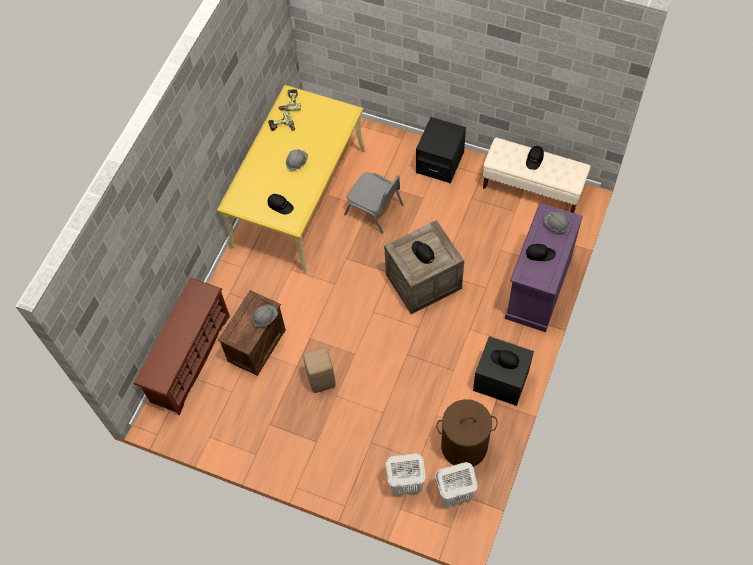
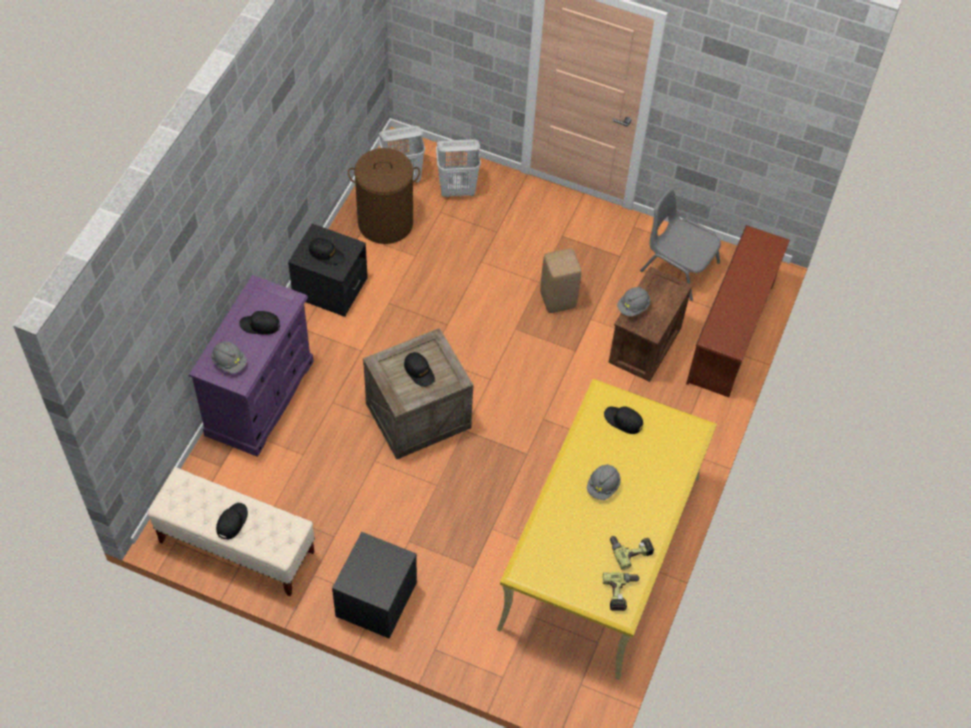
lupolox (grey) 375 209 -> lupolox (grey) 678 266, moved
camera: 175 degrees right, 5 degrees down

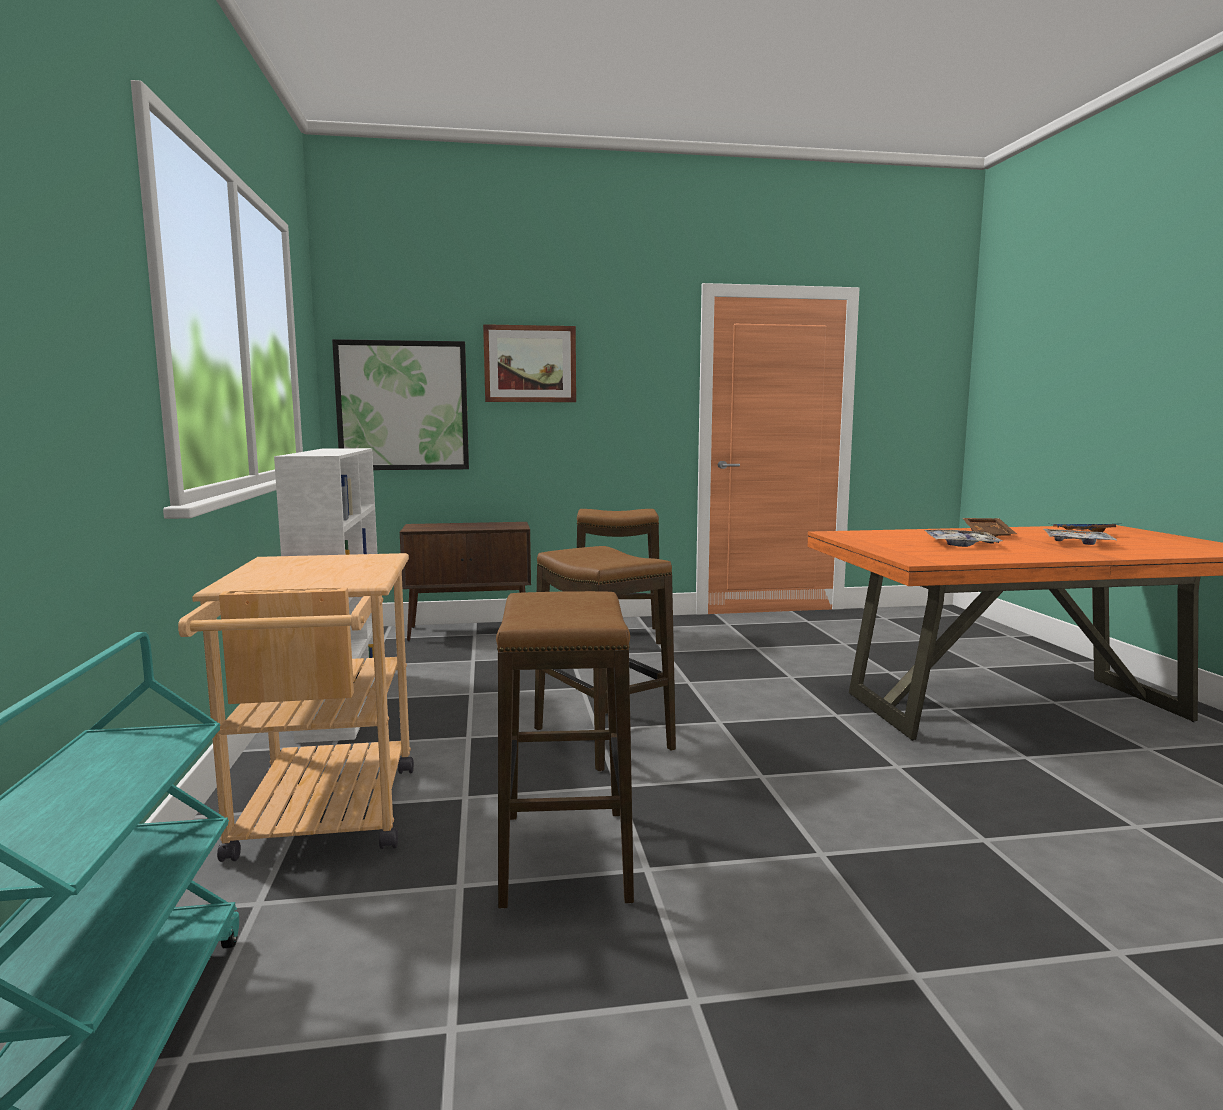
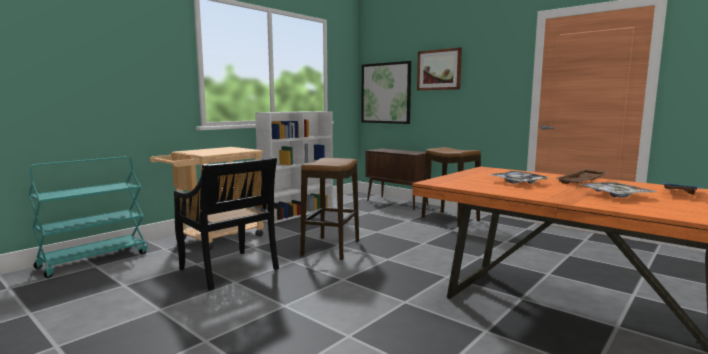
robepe 566 857 -> lupolox (black) 229 270
camera: 50 degrees right, 0 degrees up

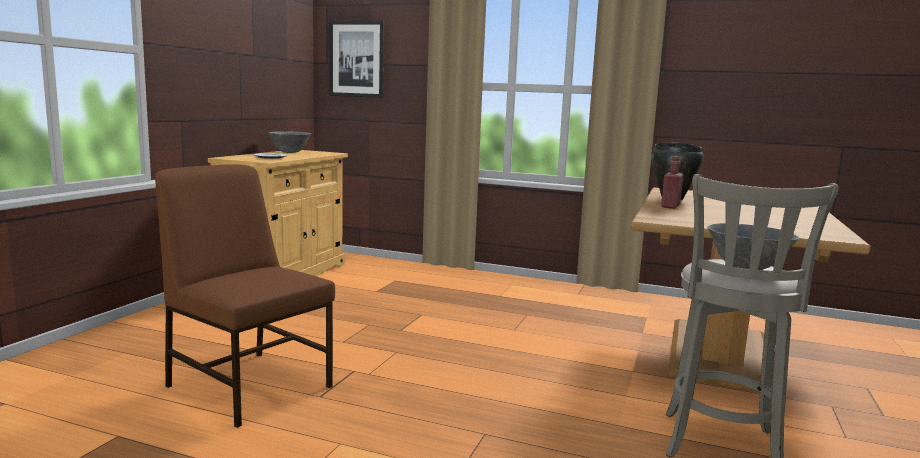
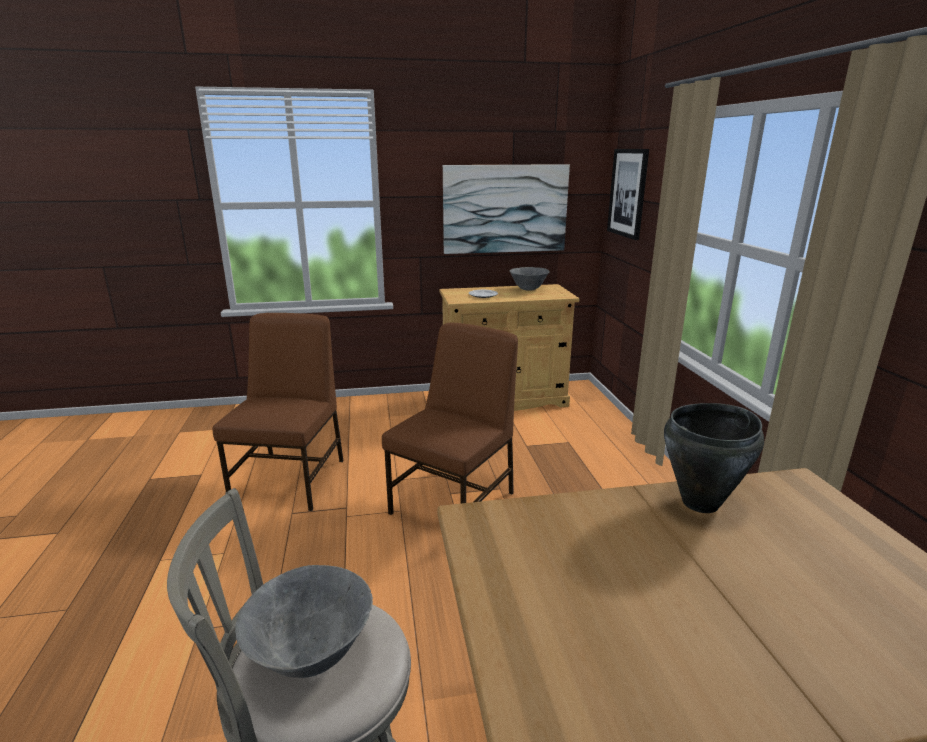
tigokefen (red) 670 206 -> none
none -> lupolox (brown) 455 502
none -> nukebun 505 209
camera: 60 degrees right, 10 degrees up

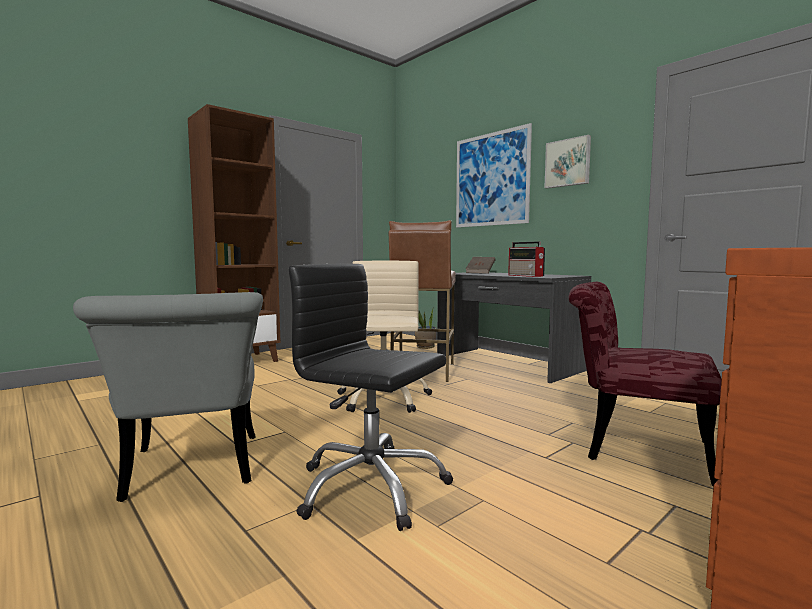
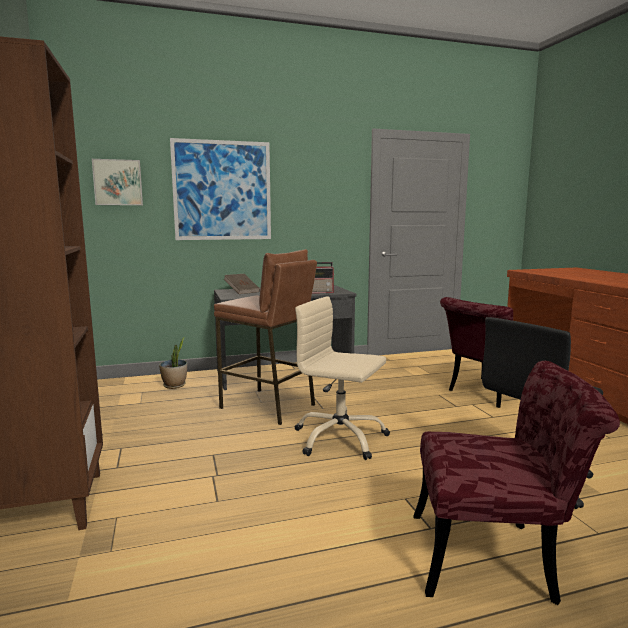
nukebun 568 163 -> nukebun 118 182, moved
lupolox (grey) 192 473 -> lupolox (red) 497 558
camera: 65 degrees left, 5 degrees up

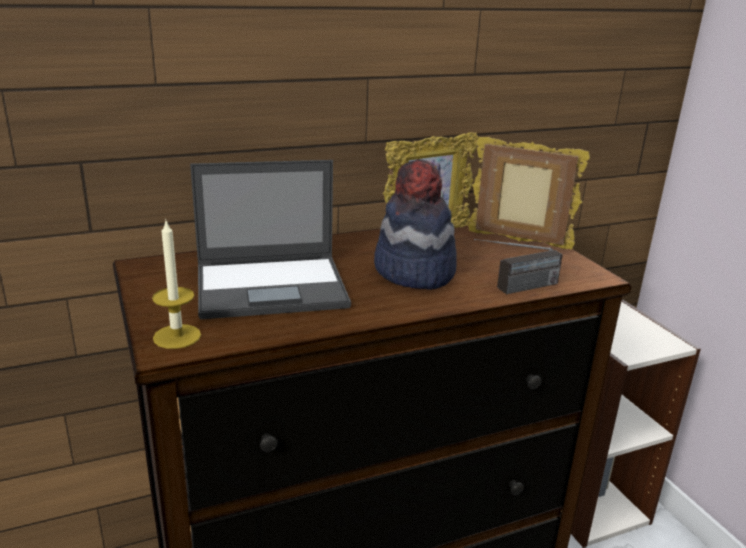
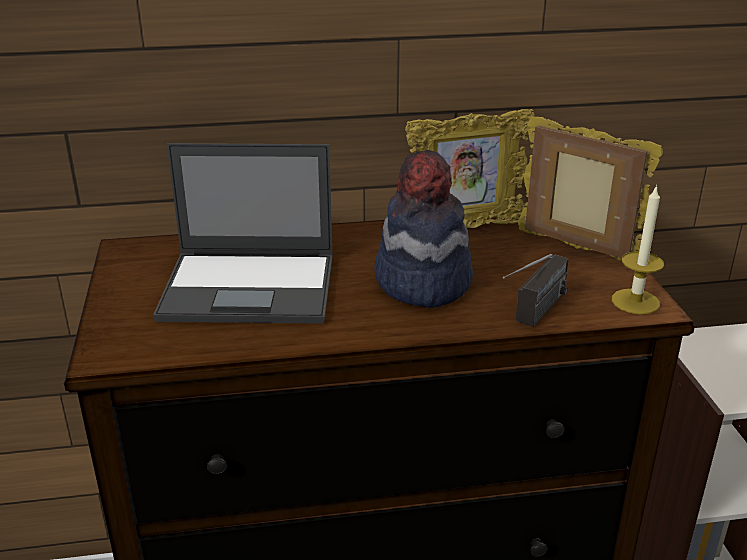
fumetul 177 336 -> fumetul 635 301, moved
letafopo 514 289 -> letafopo 533 316, 45 degrees counterclockwise
camera: 15 degrees right, 5 degrees up

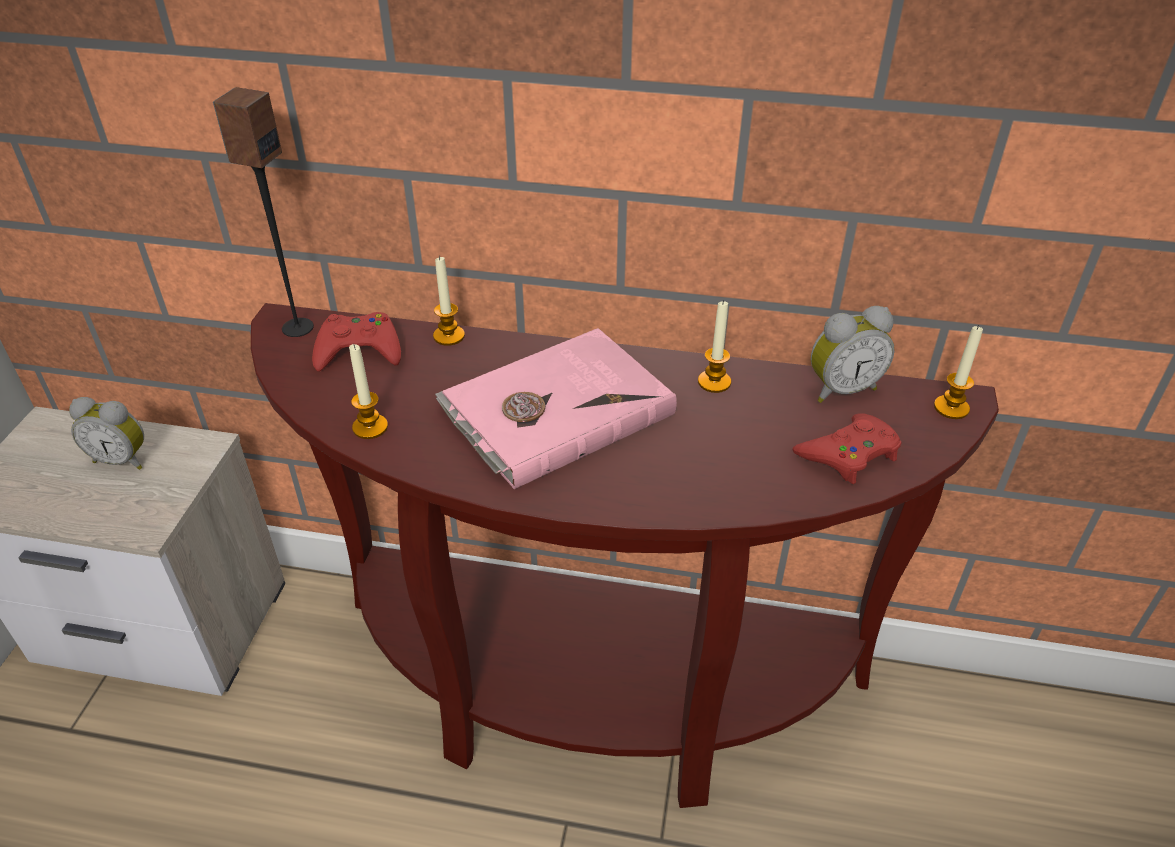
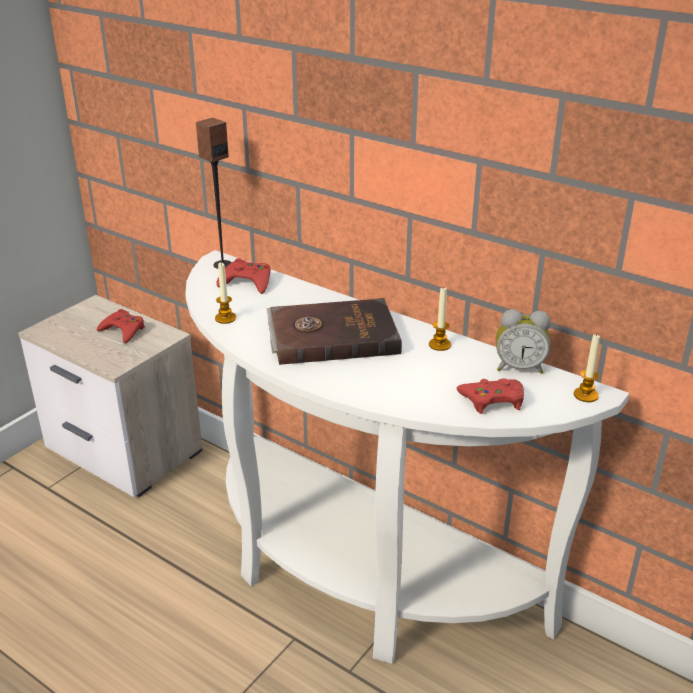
fumetul 449 336 -> none
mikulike 123 459 -> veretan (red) 123 330
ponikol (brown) 590 694 -> ponikol (white) 353 573
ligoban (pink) 555 411 -> ligoban (brown) 332 335
camera: 25 degrees right, 10 degrees down

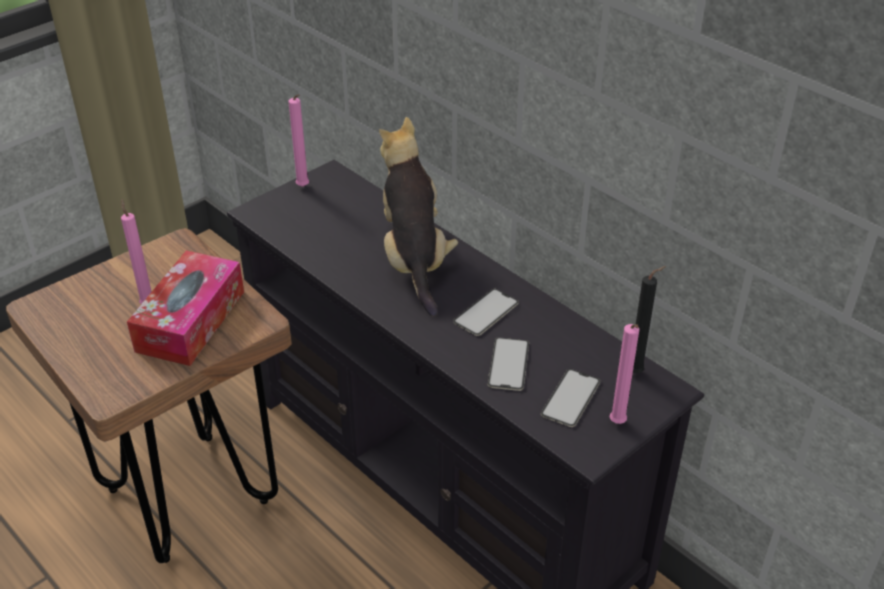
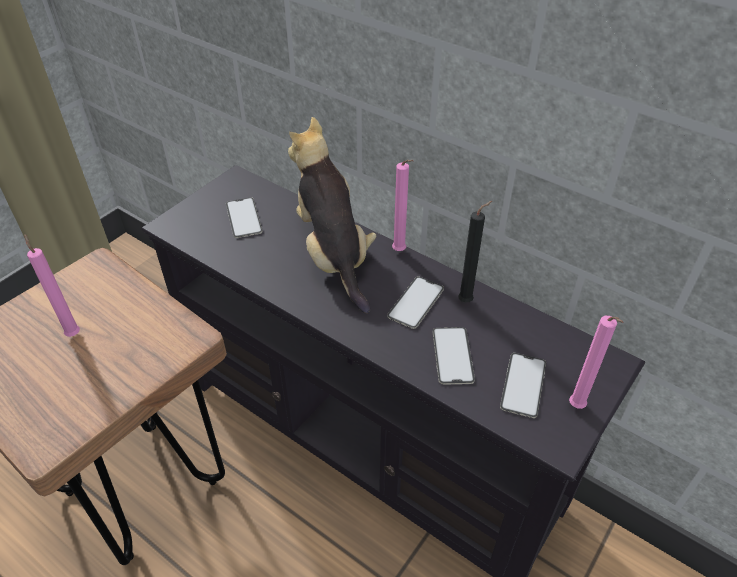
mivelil 191 321 -> none
none -> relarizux 244 218
fumetul (pink) 303 187 -> fumetul (pink) 400 252, moved
fumetul (black) 637 372 -> fumetul (black) 467 300, moved
camera: 10 degrees left, 5 degrees up

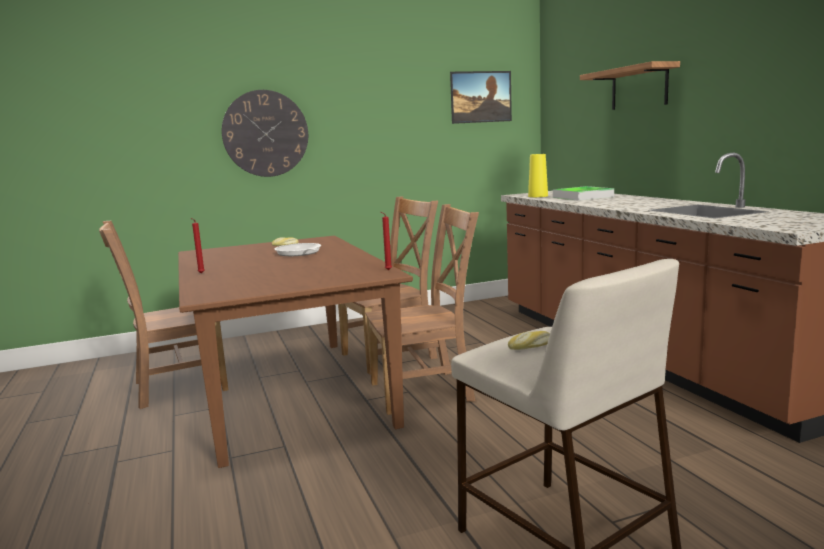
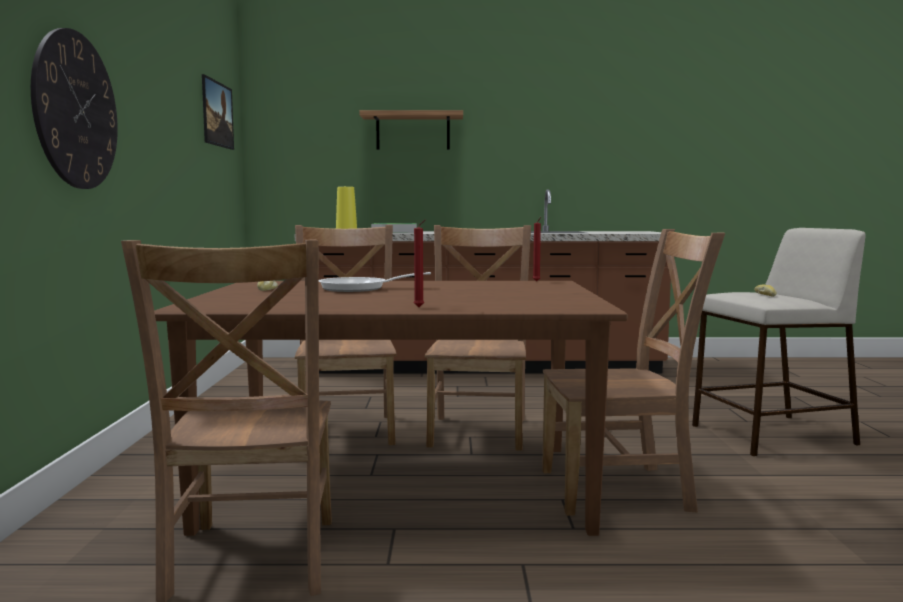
none -> lupolox (brown) 621 490
camera: 70 degrees left, 5 degrees down

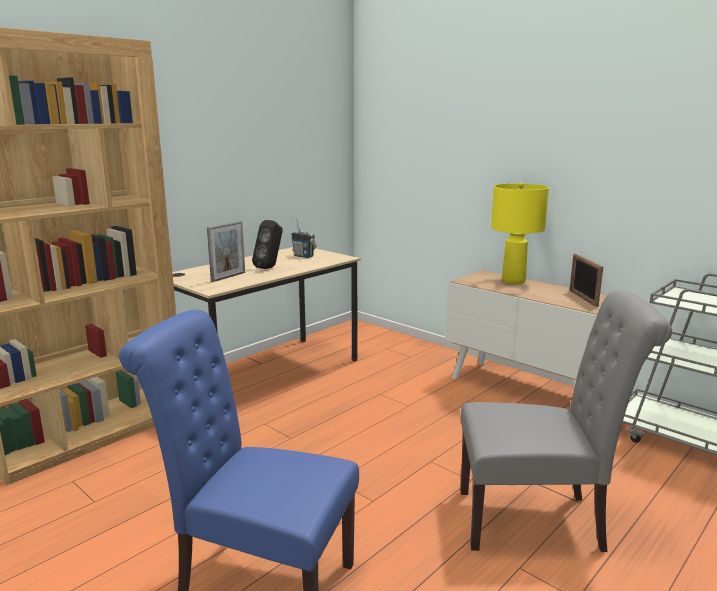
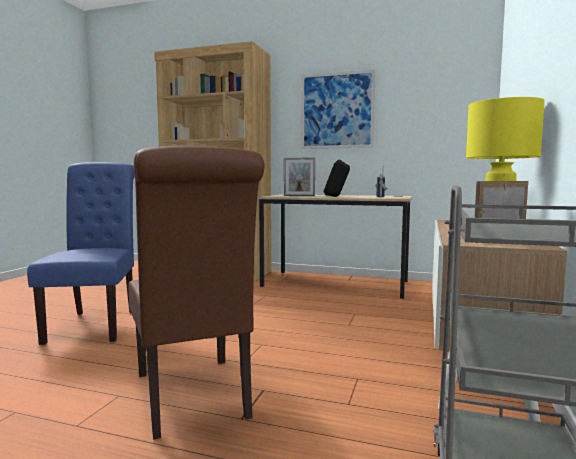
none -> nukebun 337 110
lupolox (grey) 539 521 -> lupolox (brown) 194 398
camera: 65 degrees right, 10 degrees down

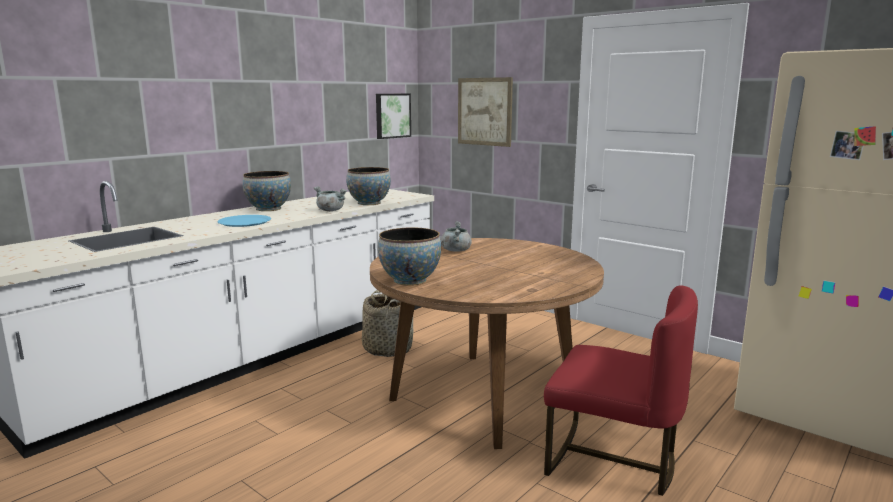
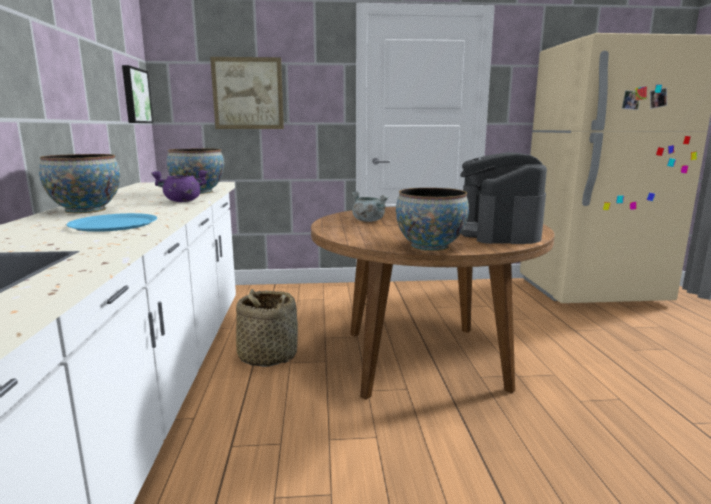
lupolox (red) 612 460 -> none
none -> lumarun 497 232
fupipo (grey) 330 210 -> fupipo (purple) 182 201
camera: 45 degrees left, 0 degrees up

